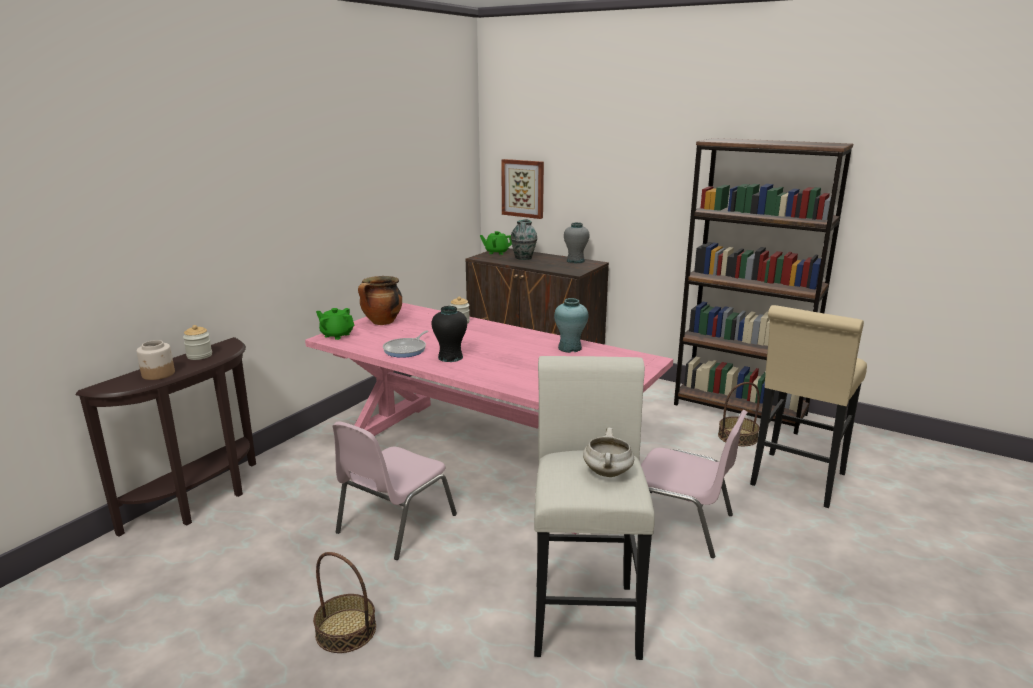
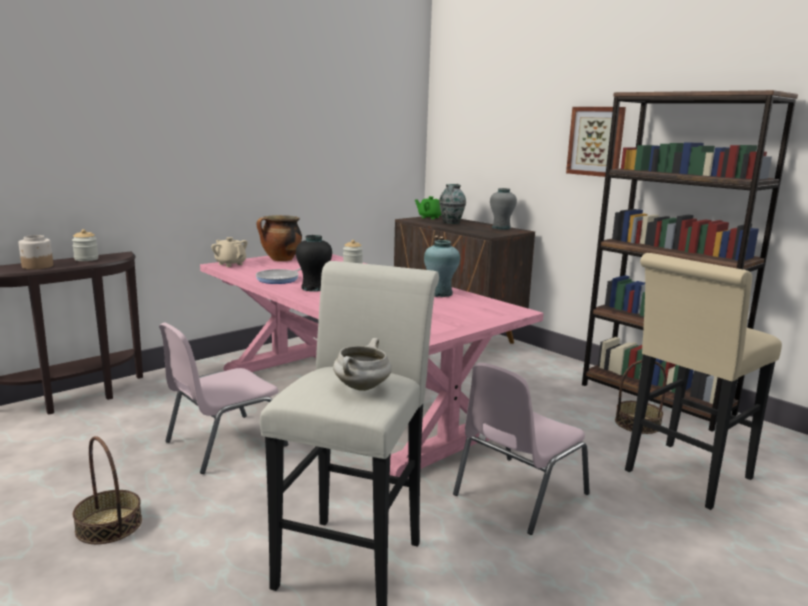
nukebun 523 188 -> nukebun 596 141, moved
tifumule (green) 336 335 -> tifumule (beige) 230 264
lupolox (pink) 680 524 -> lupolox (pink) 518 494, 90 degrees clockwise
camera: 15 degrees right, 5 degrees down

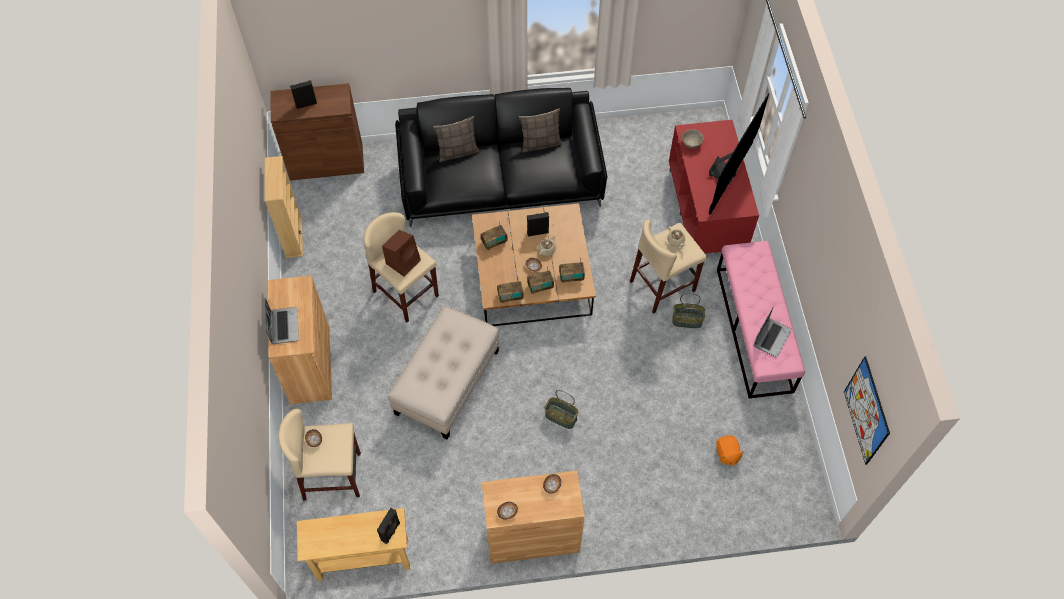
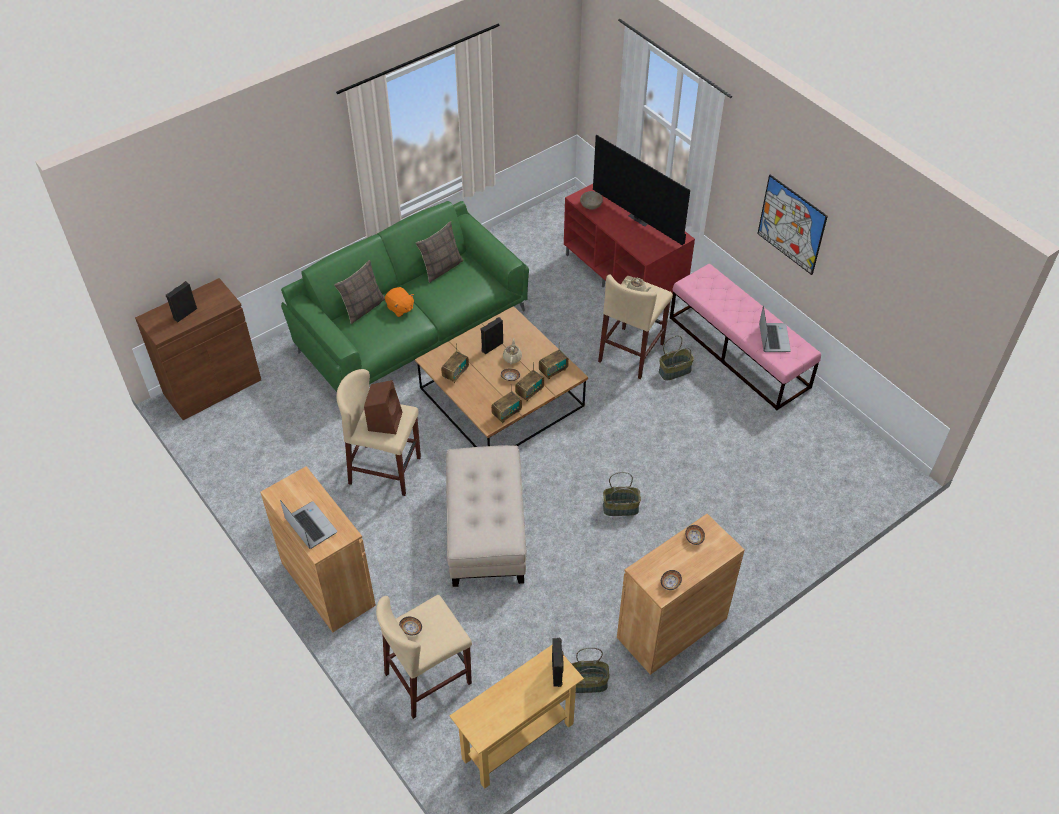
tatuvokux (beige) 293 236 -> none
none -> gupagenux 587 683
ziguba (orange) 727 454 -> ziguba (orange) 400 308, moved
nukebun 866 411 -> nukebun 791 224, moved
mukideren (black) 501 180 -> mukideren (green) 411 328
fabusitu 727 174 -> fabusitu 641 218, 135 degrees clockwise
camera: 30 degrees left, 10 degrees down

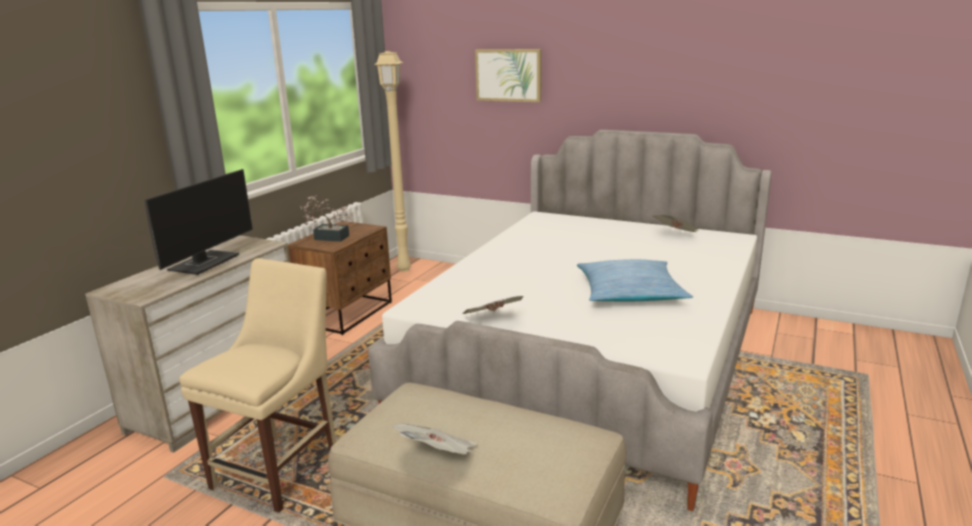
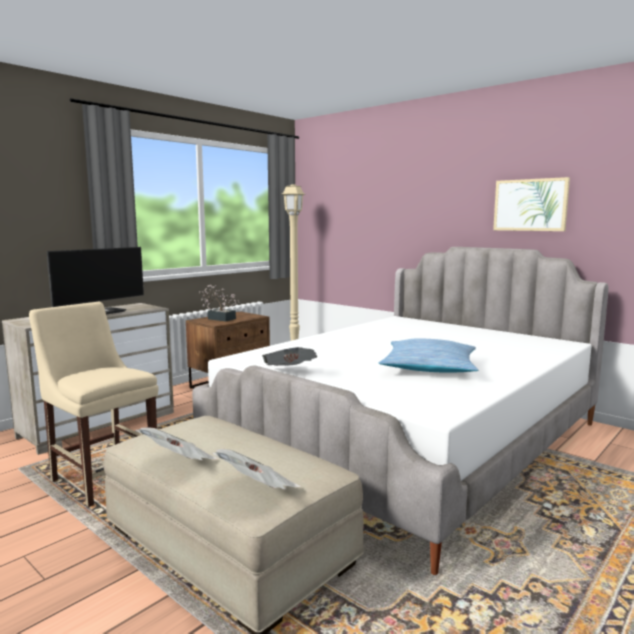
nukebun 508 75 -> nukebun 530 205, moved
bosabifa 676 236 -> bosabifa 257 490, moved
lupolox (beige) 281 468 -> lupolox (beige) 102 477, 90 degrees counterclockwise
camera: 15 degrees right, 10 degrees down

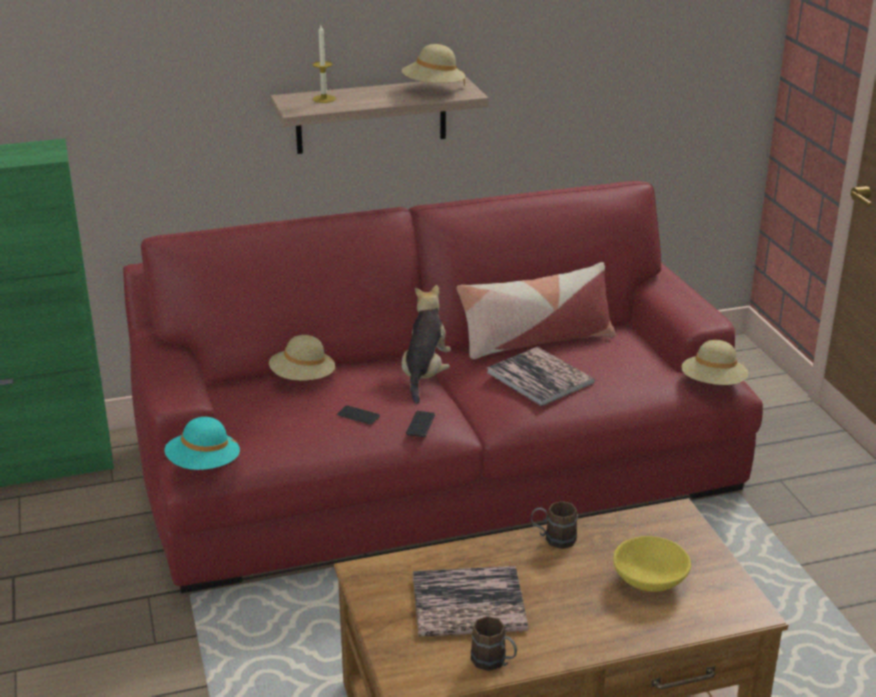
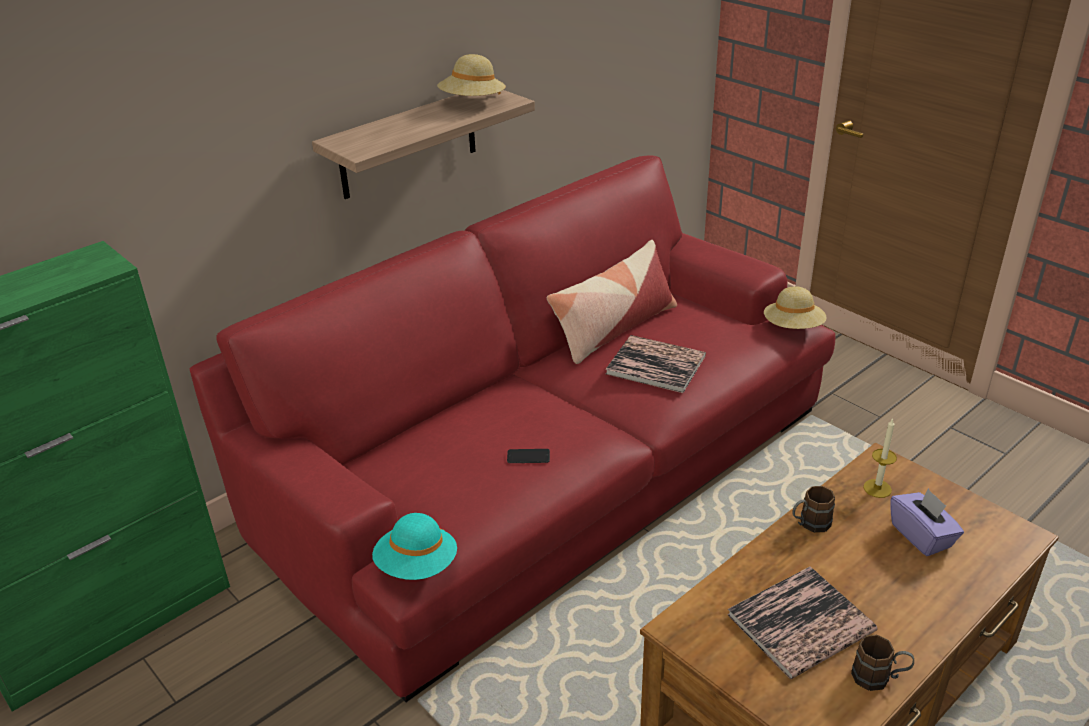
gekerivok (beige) 302 379 -> none
ziguba 425 374 -> none
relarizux 420 424 -> none
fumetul 324 99 -> fumetul 877 488, moved
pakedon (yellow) 649 580 -> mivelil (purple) 921 536
camera: 25 degrees left, 5 degrees up

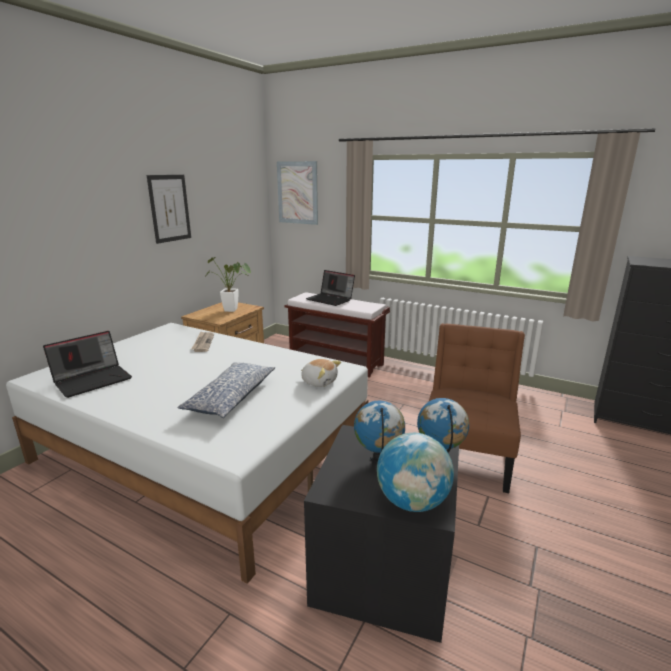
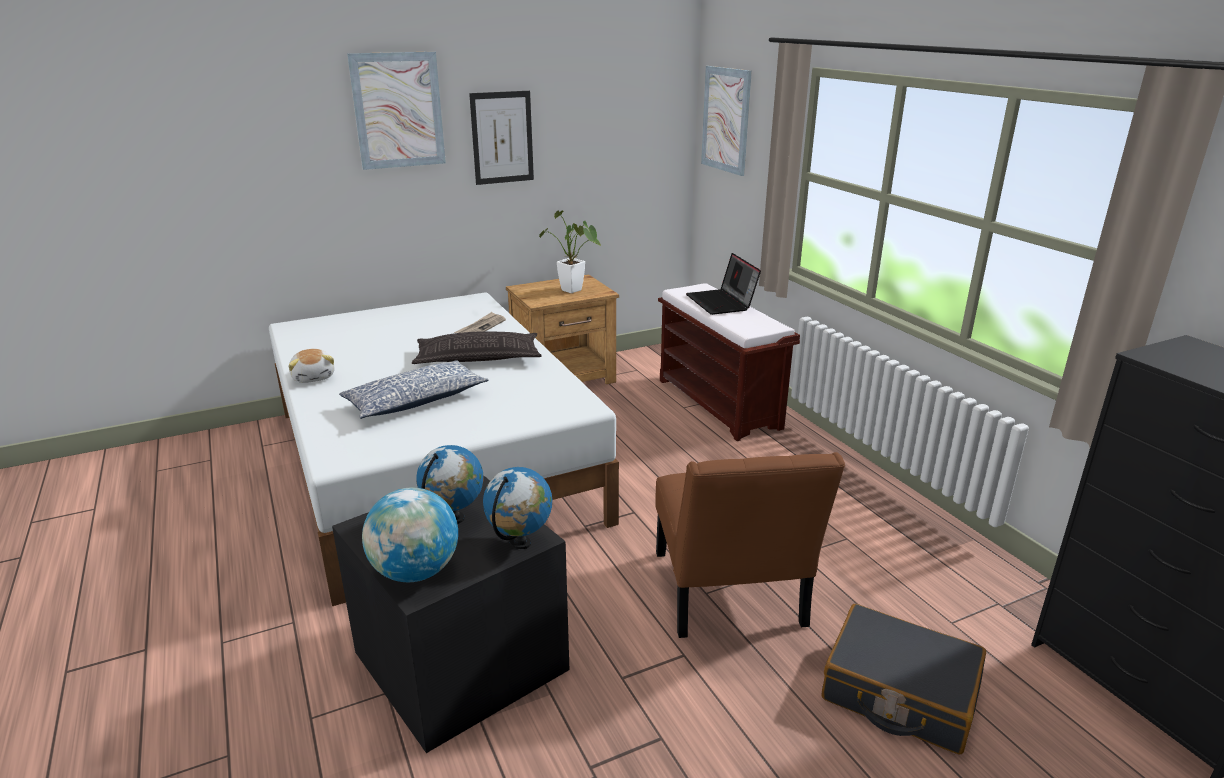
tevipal 93 379 -> none
none -> nukebun 398 110
none -> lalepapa 478 358
none -> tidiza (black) 899 692
ziguba 319 381 -> ziguba 314 377, moved
lupolox (brown) 467 455 -> lupolox (brown) 729 595, 120 degrees clockwise
camera: 35 degrees right, 5 degrees up

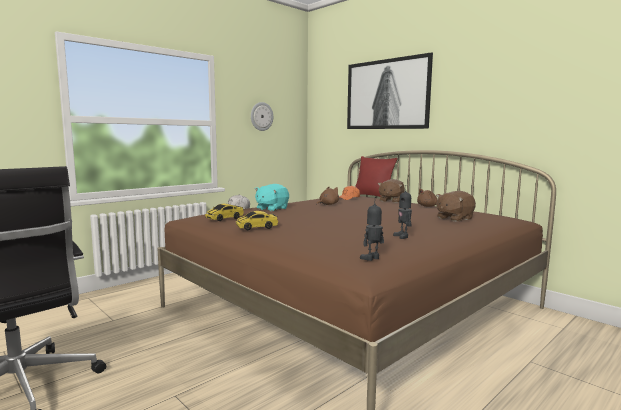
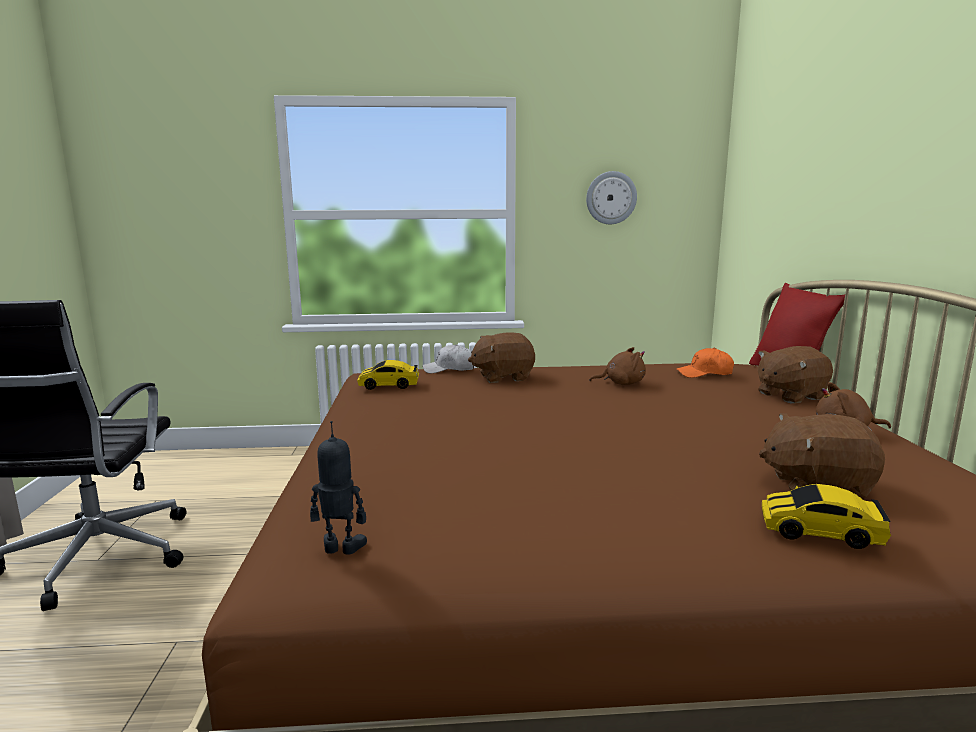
nukebun 386 94 -> none
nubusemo 403 236 -> none
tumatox 256 227 -> tumatox 820 532, moved
ziguba (turquoise) 271 209 -> ziguba (brown) 503 377
camera: 40 degrees right, 5 degrees up

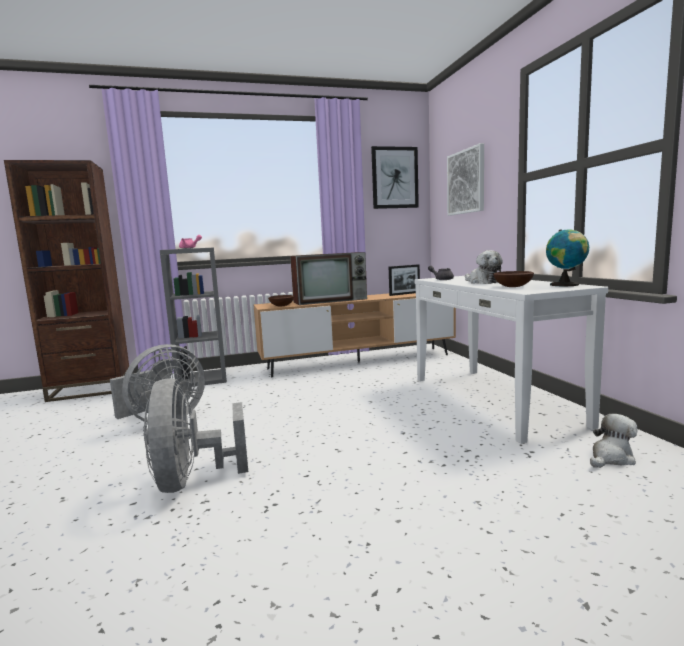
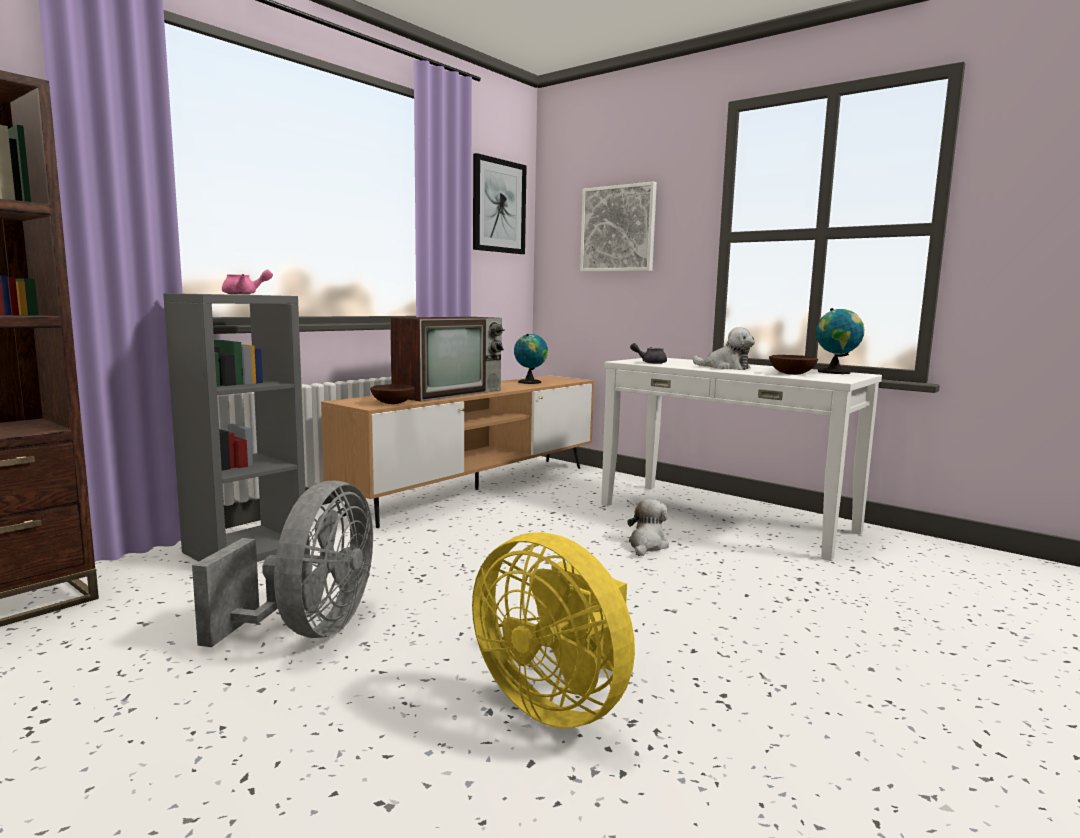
ziguba 611 458 -> ziguba 647 545, moved
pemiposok 404 294 -> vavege 530 382
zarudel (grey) 192 480 -> zarudel (yellow) 556 702
camera: 35 degrees left, 0 degrees up

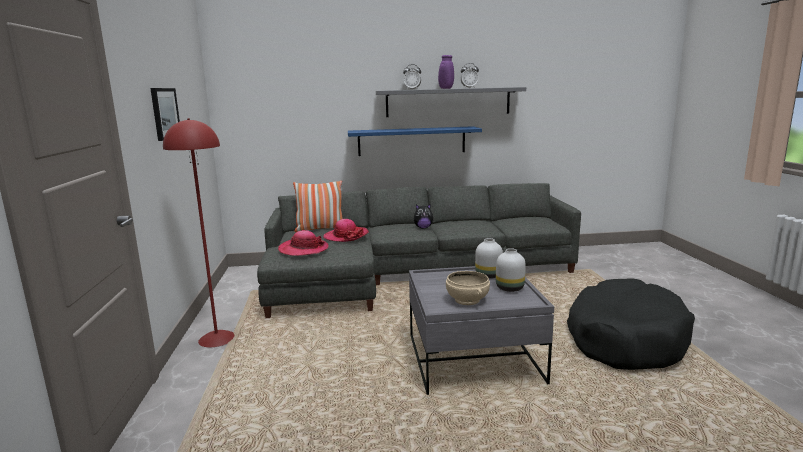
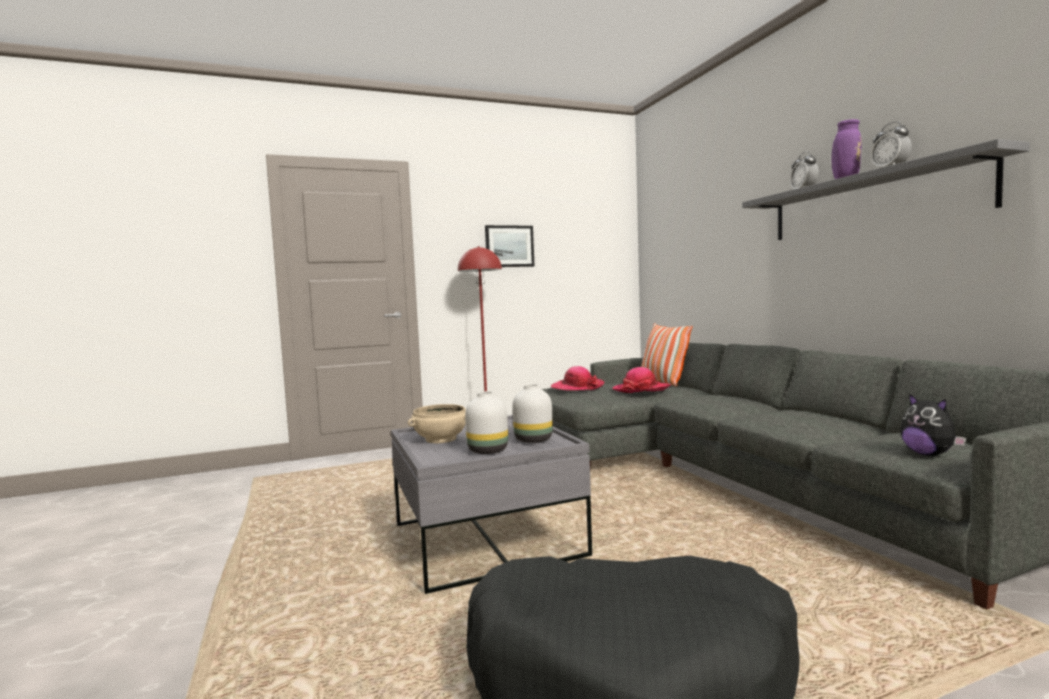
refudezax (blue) 411 141 -> none
ziguba 423 227 -> ziguba 928 454, moved
camera: 75 degrees right, 10 degrees down

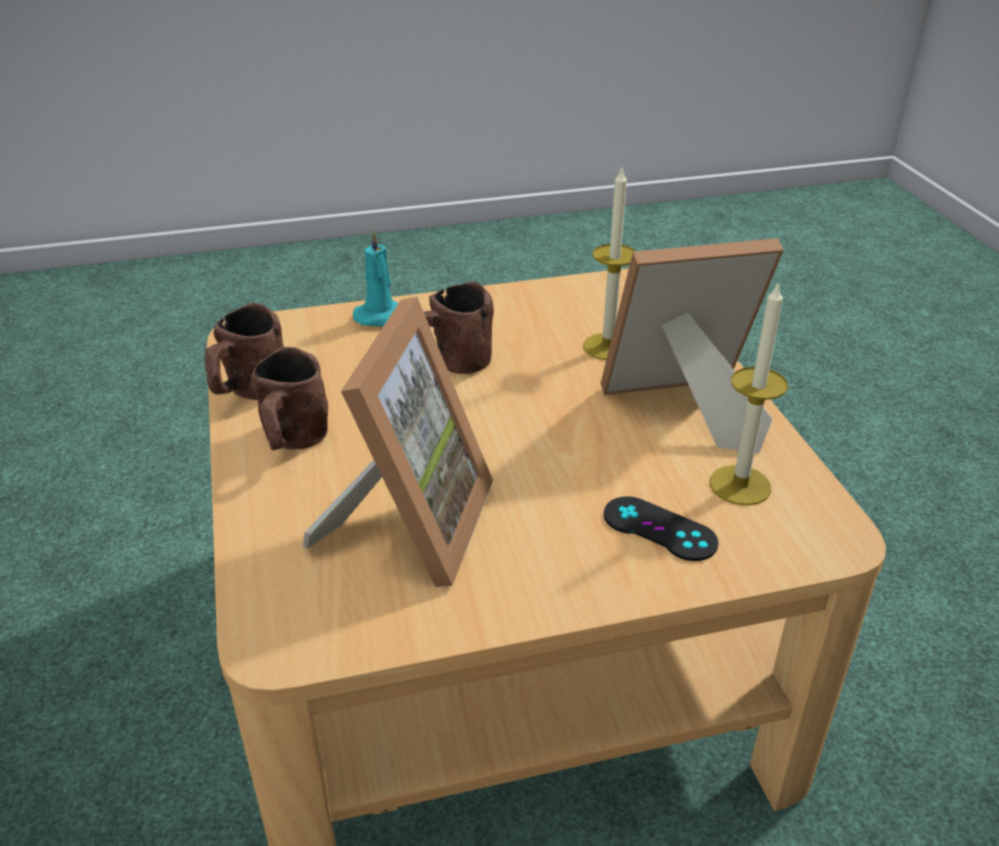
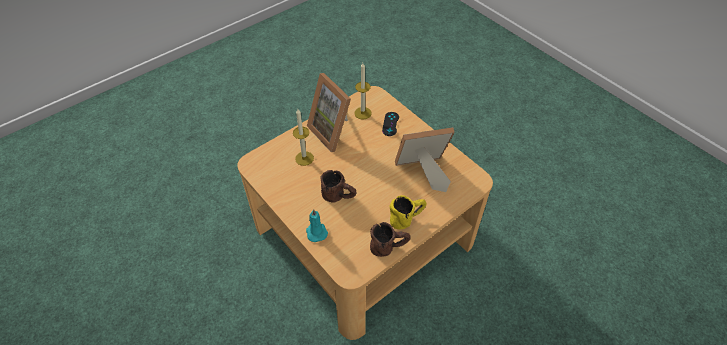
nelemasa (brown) 292 445 -> nelemasa (yellow) 407 218
camera: 115 degrees left, 15 degrees up

